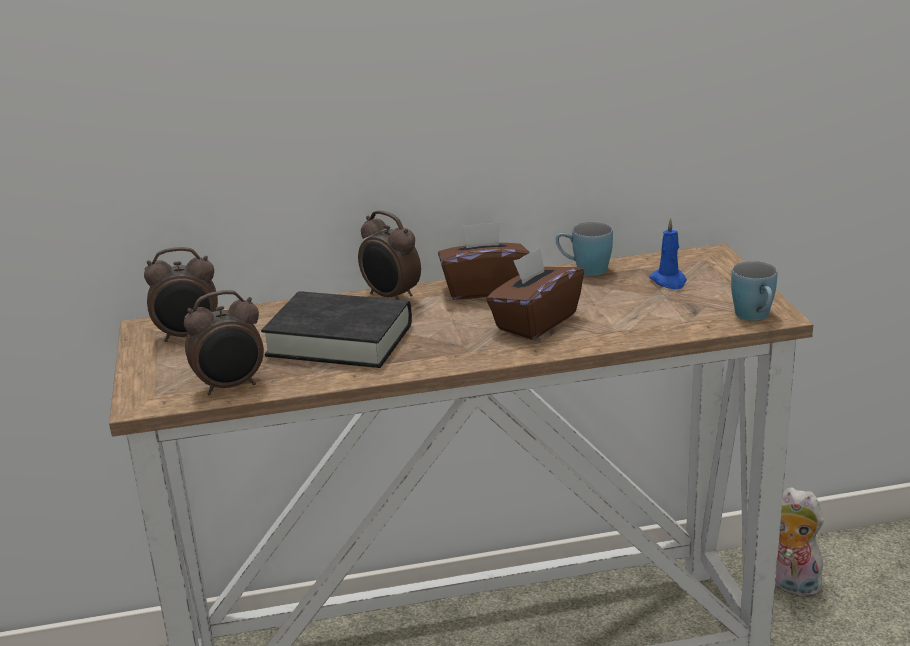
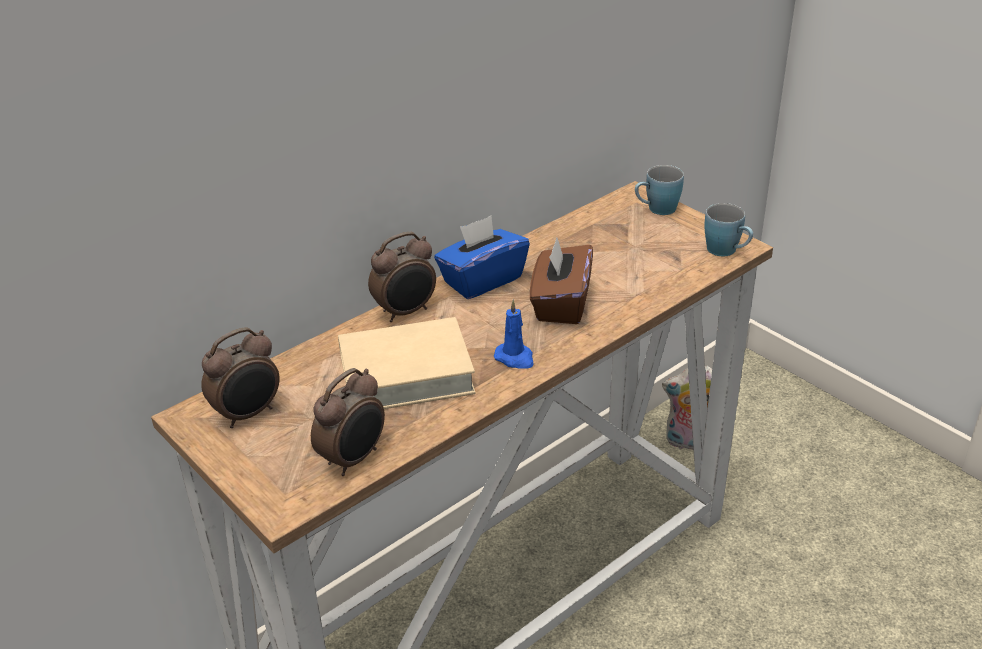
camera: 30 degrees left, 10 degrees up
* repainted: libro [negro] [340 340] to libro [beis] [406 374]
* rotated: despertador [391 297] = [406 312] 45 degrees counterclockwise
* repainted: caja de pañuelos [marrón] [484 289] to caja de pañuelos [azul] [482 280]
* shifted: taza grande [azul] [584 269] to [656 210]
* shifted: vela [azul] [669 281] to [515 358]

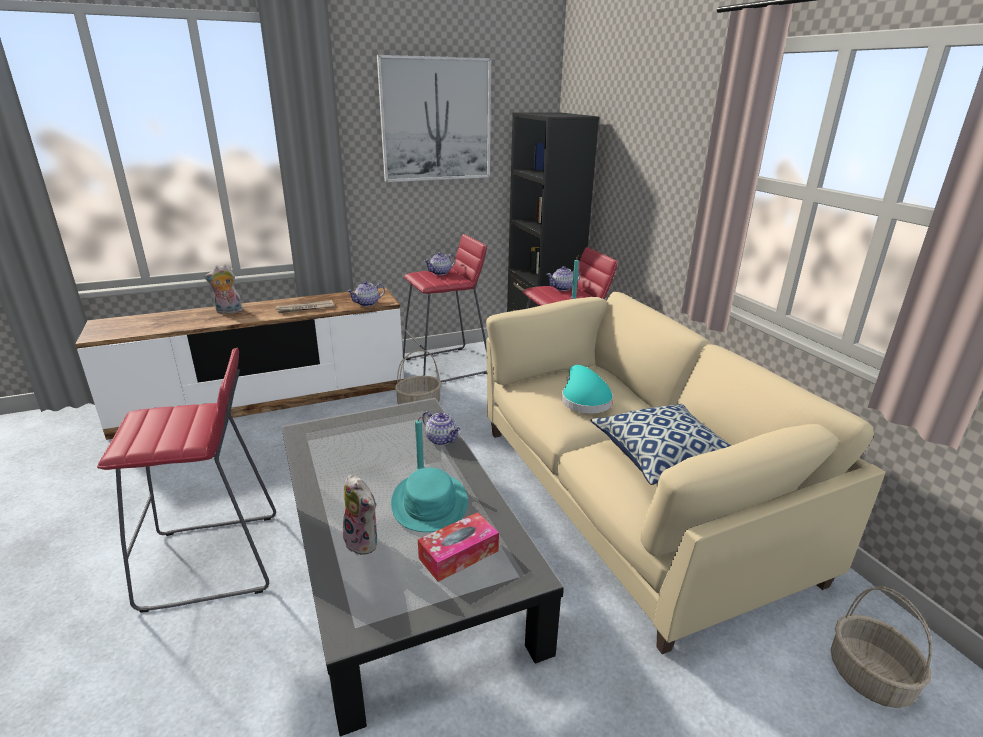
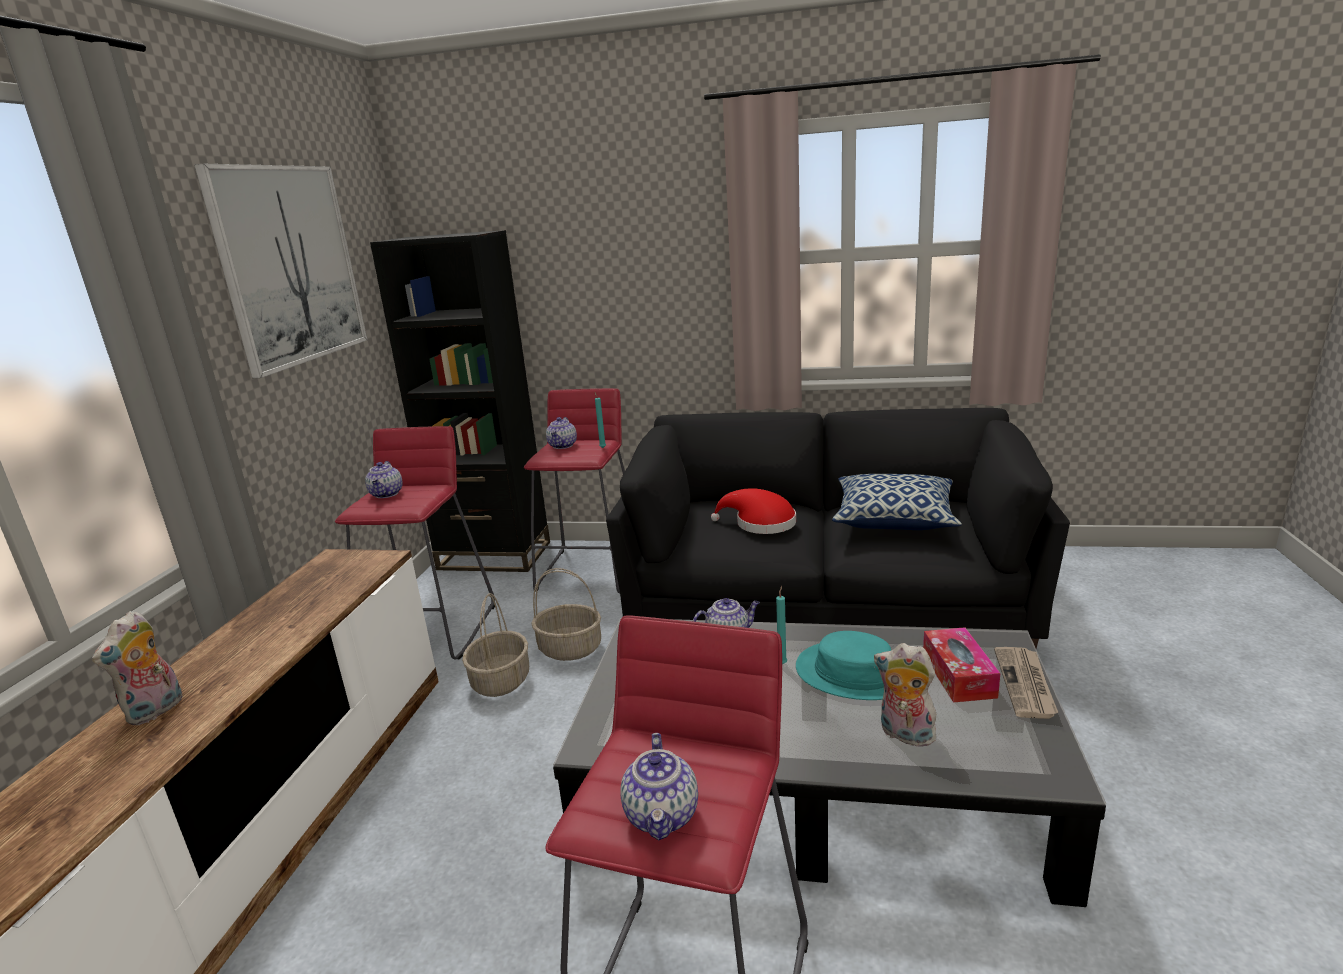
camera: 55 degrees left, 5 degrees down
* shifted: periódico [305 308] to [1026 684]
* rotated: peluche [364 542] = [904 735] 135 degrees counterclockwise
* shifted: tetera [367 304] to [662 816]
* repainted: sofá [beis] [630 498] to sofá [negro] [824 601]
* repainted: sombrero [turquesa] [584 400] to sombrero [rojo] [760 524]
* shifted: cesta [870 677] to [571 648]

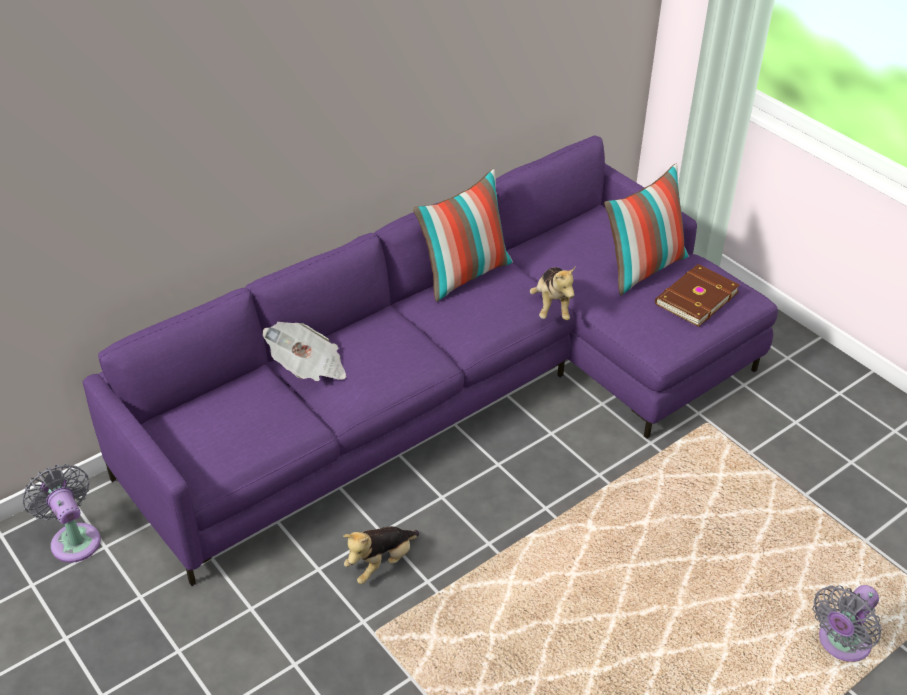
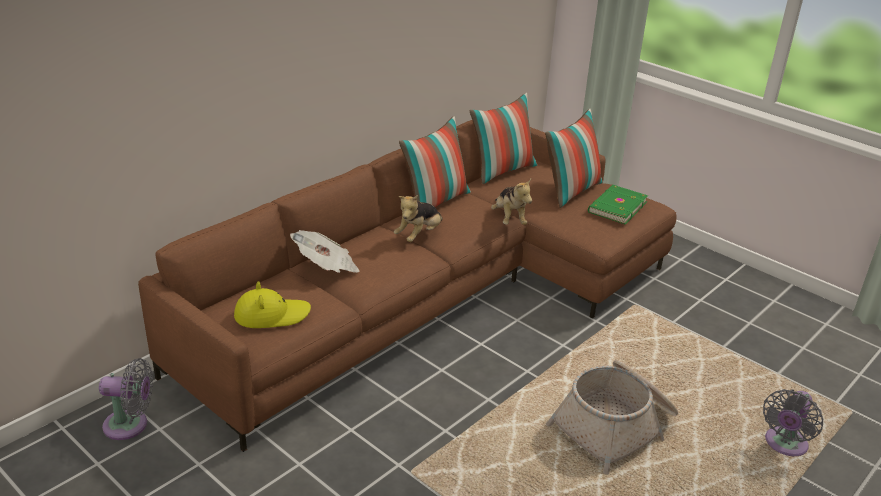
camera: 10 degrees left, 10 degrees down
* rotated: ventilador [gris] [74 539] = [130 425] 135 degrees clockwise
* repainted: sofá [morado] [459 390] to sofá [marrón] [436 296]
* shifted: peluche [381 563] to [419 235]
* repainted: libro [marrón] [695 297] to libro [verde] [616 207]
* new: sombrero [amarillo] [271 315]
* new: cojín [502 171]
* new: cesta [615 427]

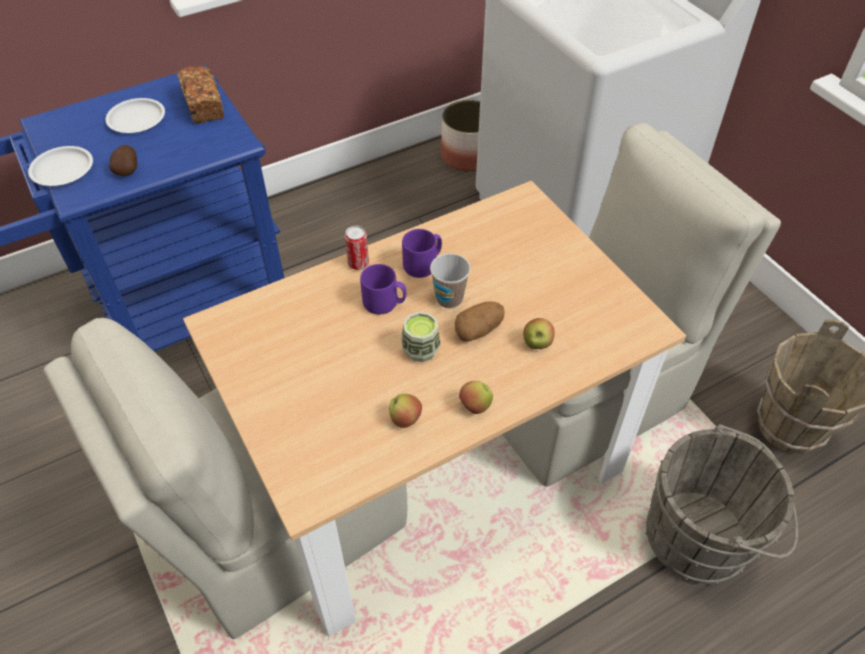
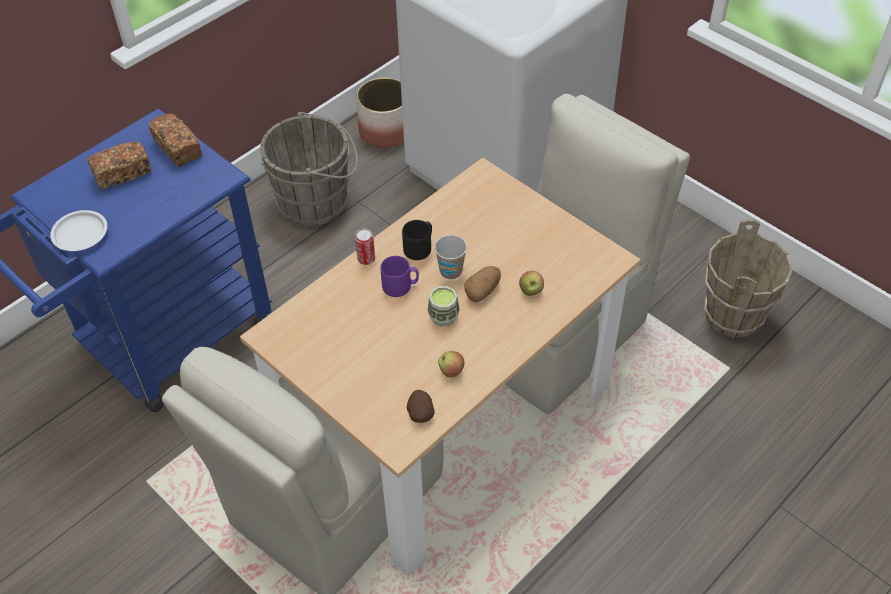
camera: 15 degrees left, 0 degrees up
* swapped: plato [blanco] [137 119] to pan [122 173]
* shifted: patata [128 170] to [420 412]
* repainted: taza grande [morado] [423 264] to taza grande [negro] [419 248]
* gone: manzana [475 406]
* shifted: cubo [gris] [703 537] to [317 200]

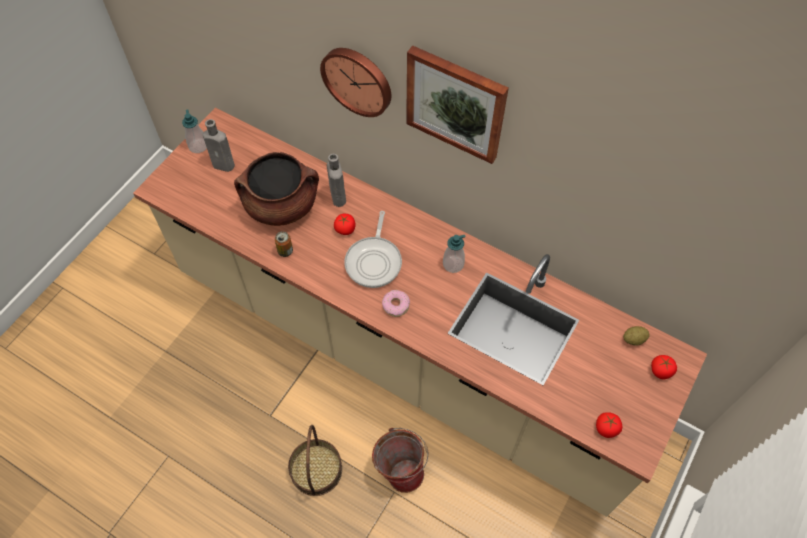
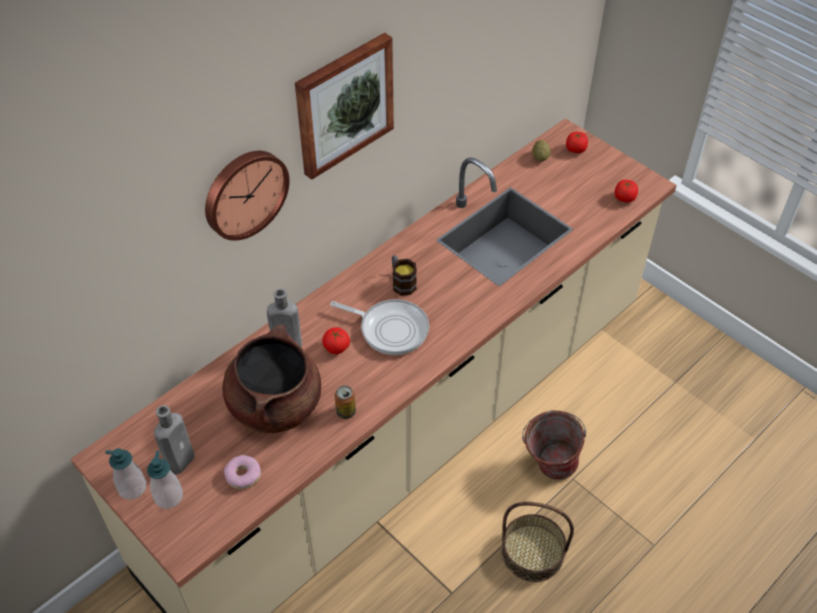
camera: 75 degrees left, 10 degrees down
* shifted: rosquilla [396 305] to [243 475]
* shifted: dispensador de jabón [453 264] to [169 497]
* new: taza grande [401 282]

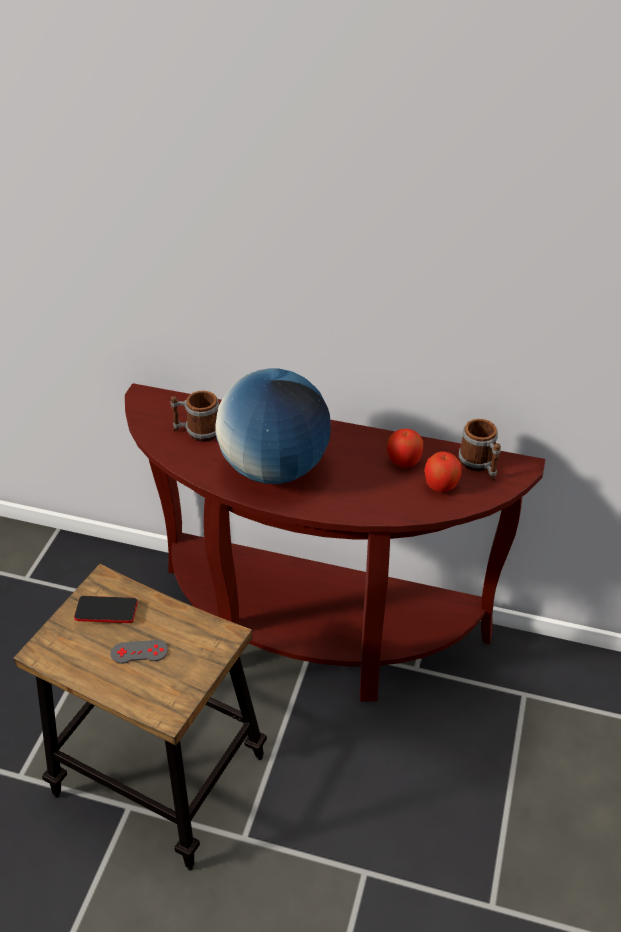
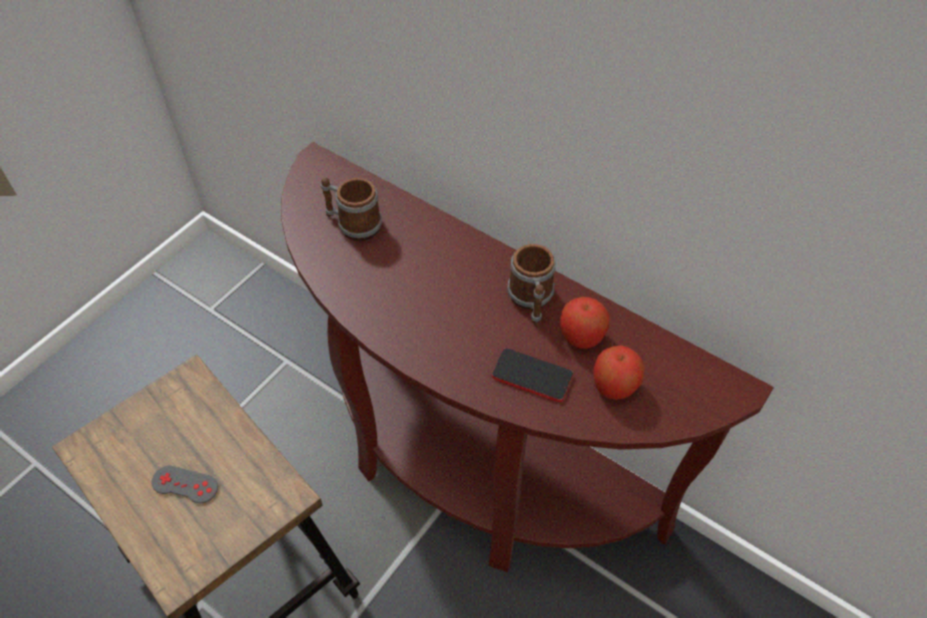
camera: 20 degrees right, 10 degrees up
* shifted: móvil [106 610] to [532 376]
* gone: globo terráqueo [274 468]
* shifted: taza grande [480 465] to [531 301]

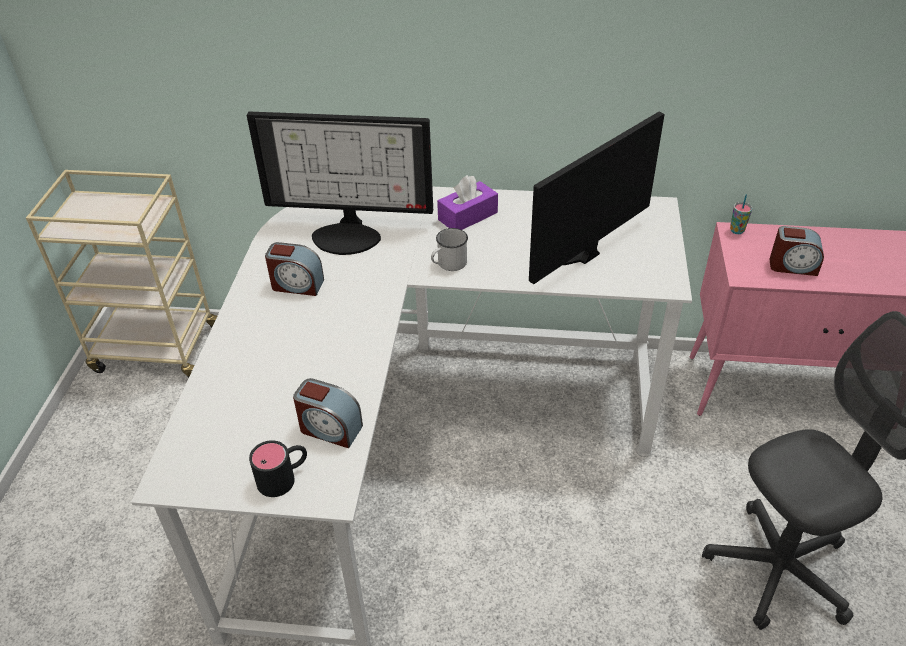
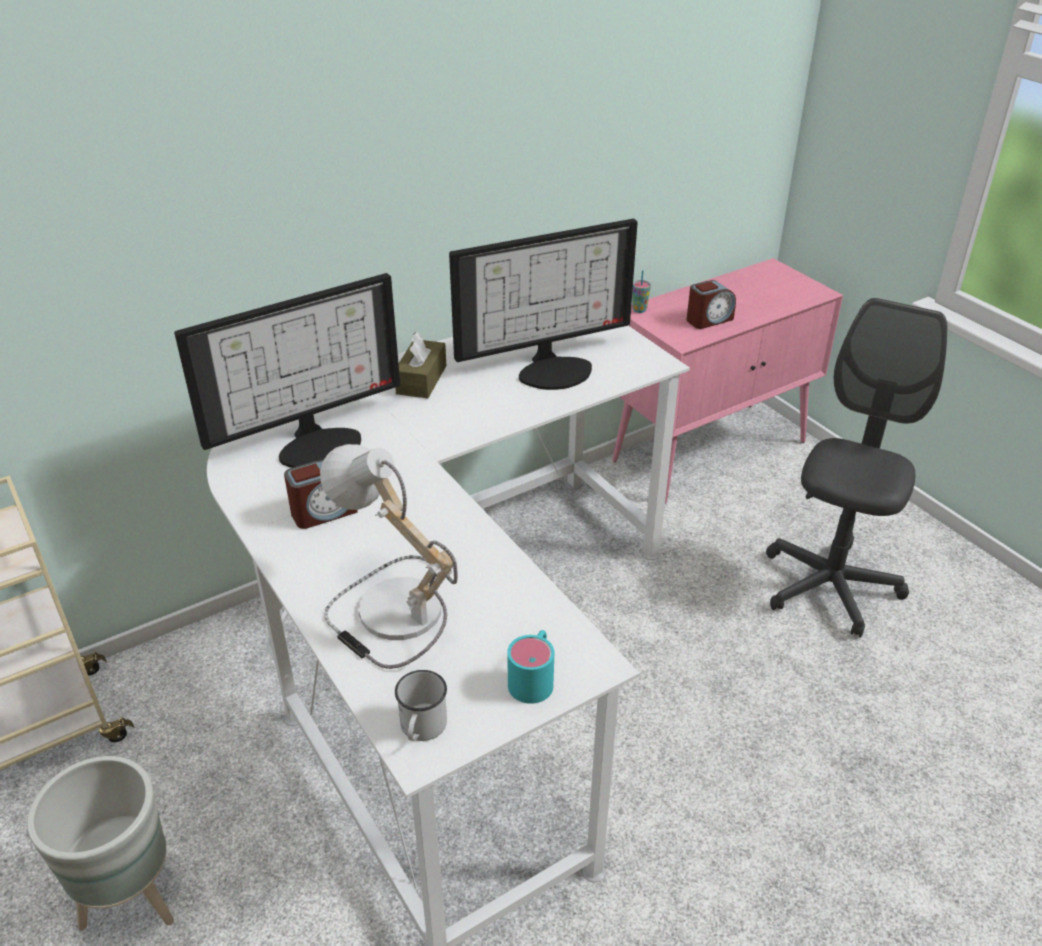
camera: 40 degrees left, 5 degrees down
* repainted: taza grande [negro] [284 477] to taza grande [turquesa] [534 677]
* gone: despertador [330 429]
* shifted: taza grande [blanco] [448 264] to [421 729]
* repainted: caja de pañuelos [morado] [468 216] to caja de pañuelos [marrón] [421 380]
* rotated: monitor [574 250] = [553 368] 120 degrees counterclockwise
* new: maceta [gris] [130 900]
* new: lámpara de mesa [390 611]

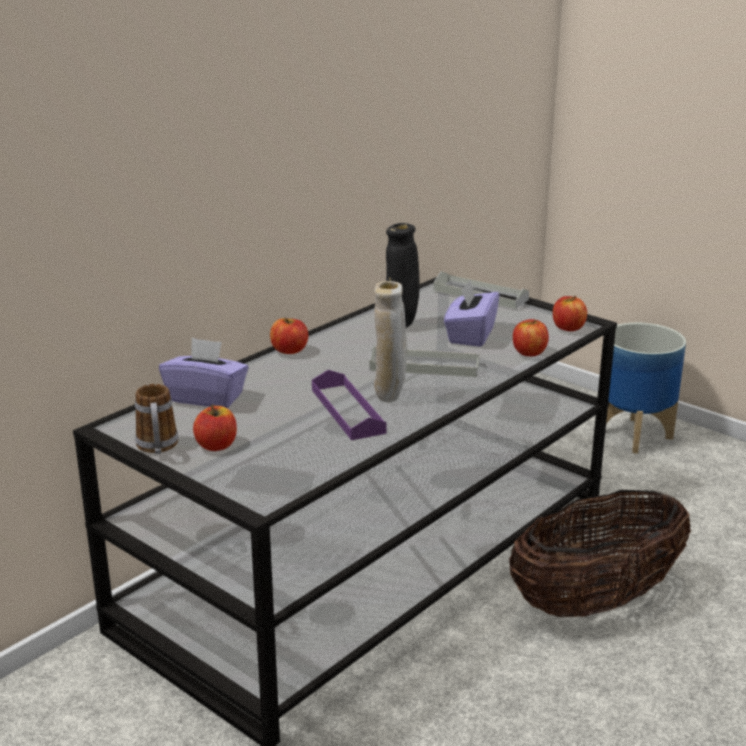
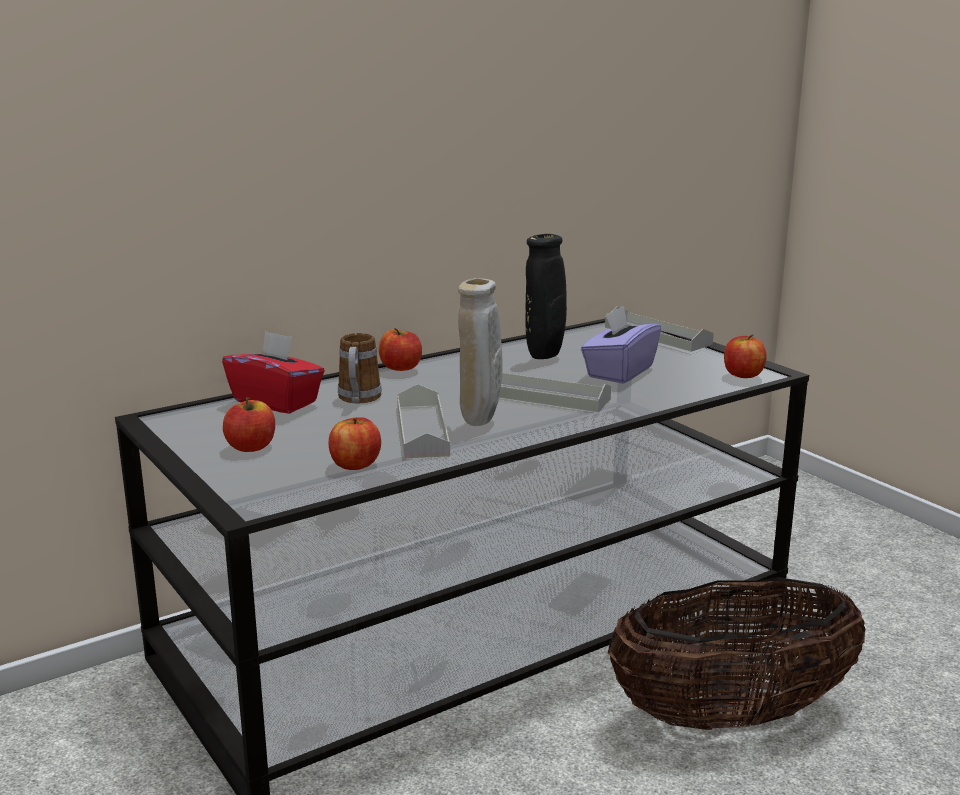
camera: 15 degrees right, 5 degrees down
* shifted: taza grande [157 448] to [358 400]
* repainted: caja de pañuelos [morado] [206 397] to caja de pañuelos [rojo] [276 402]
* repainted: bandeja [morado] [347 411] to bandeja [gris] [422 430]
* shifted: manzana [529 352] to [355 465]
* gone: maceta [634 434]

